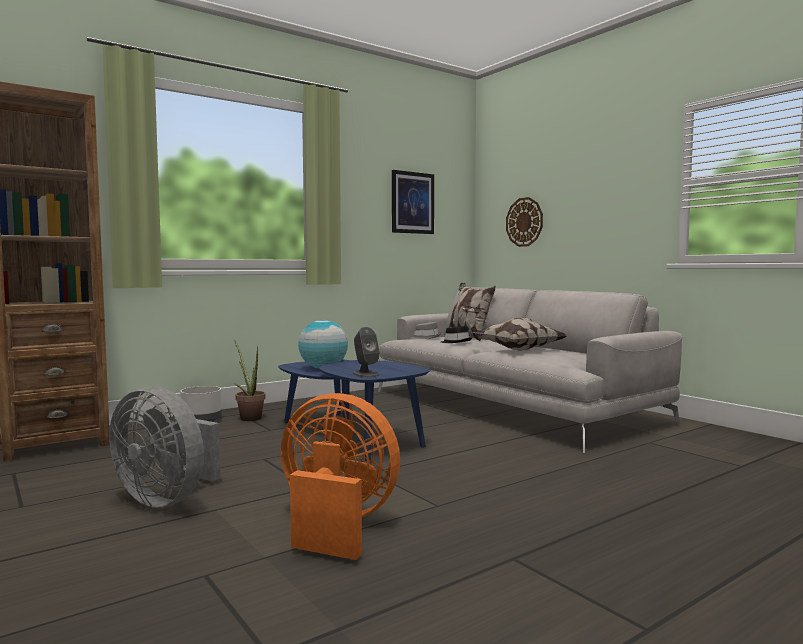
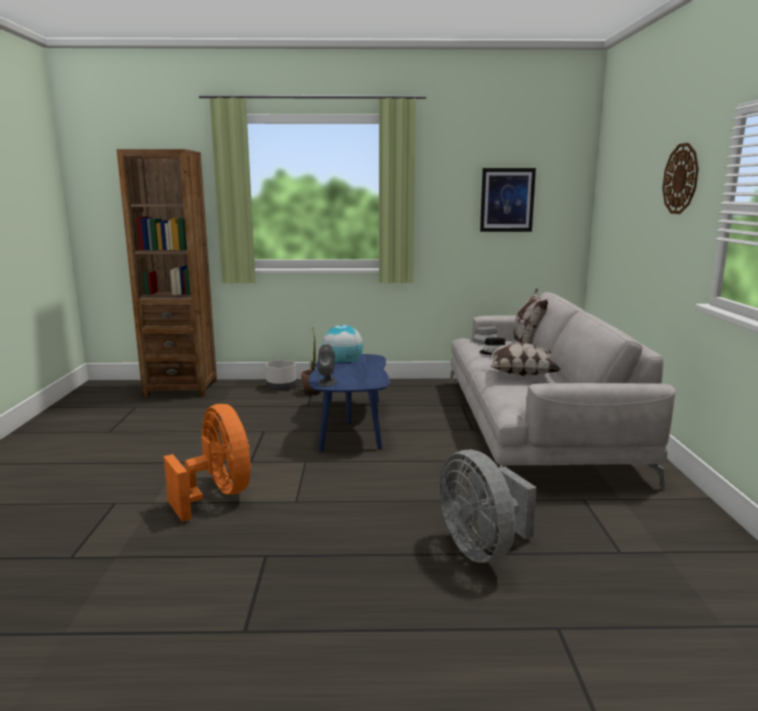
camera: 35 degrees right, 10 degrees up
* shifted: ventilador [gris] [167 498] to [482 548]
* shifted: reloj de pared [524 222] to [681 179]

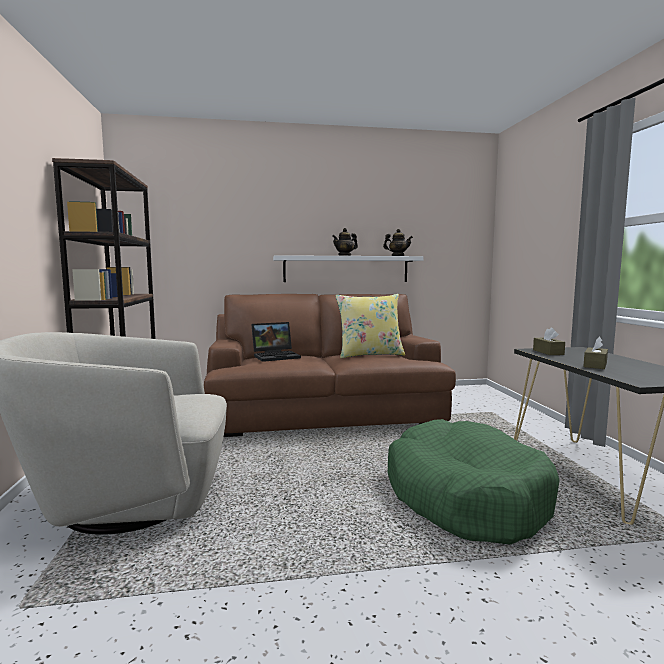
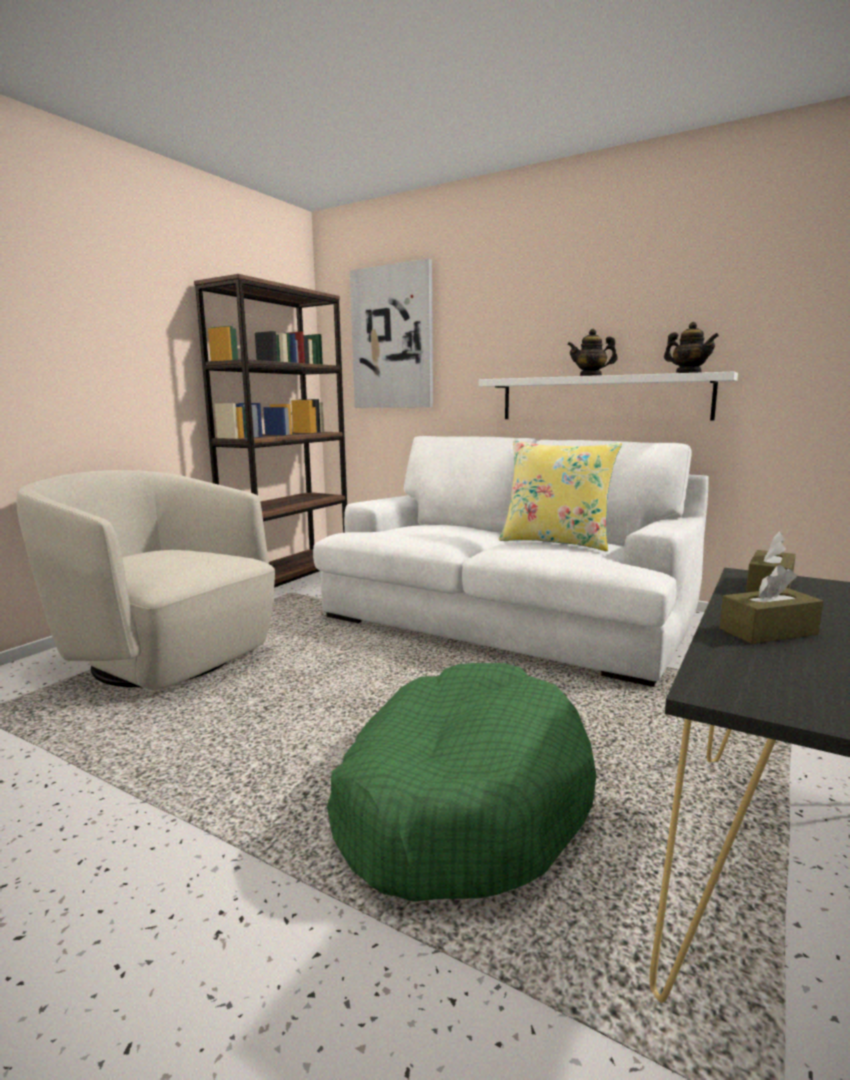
camera: 40 degrees right, 5 degrees up
* repainted: sofá [marrón] [324 410] to sofá [blanco] [508 616]
* gone: portátil [276 356]
* new: cuadro [392 338]

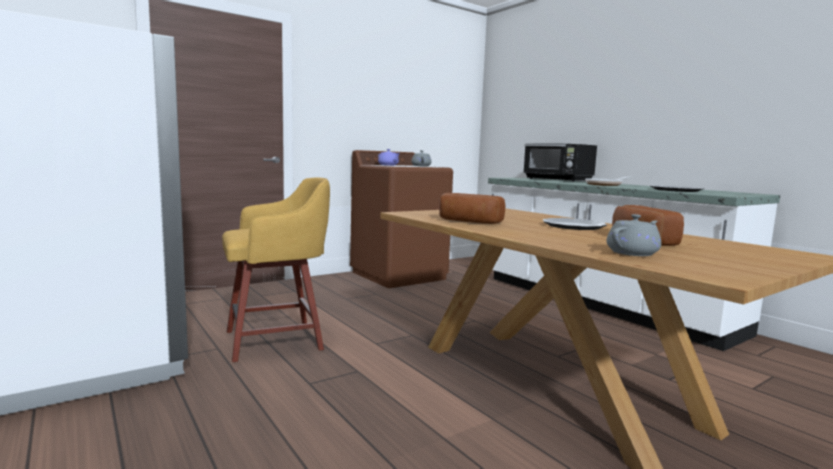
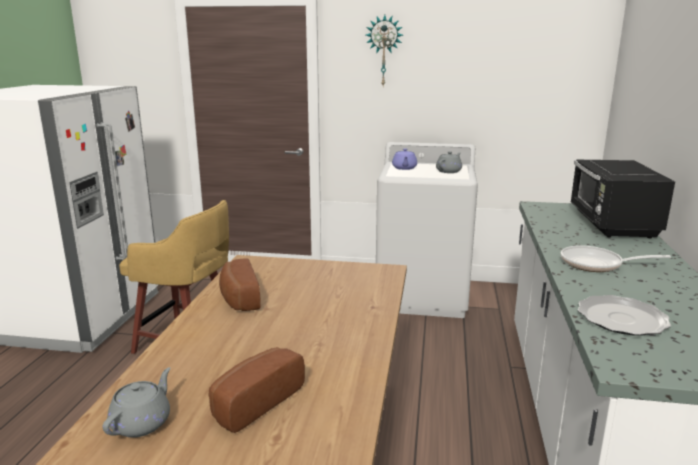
camera: 45 degrees right, 10 degrees up
* repainted: lavadora [marrón] [399 275] to lavadora [blanco] [423 296]
* gone: plato [573 226]
* rotated: tetera [gris] [633 253] = [142 423] 75 degrees counterclockwise
* new: reloj de pared [384 51]

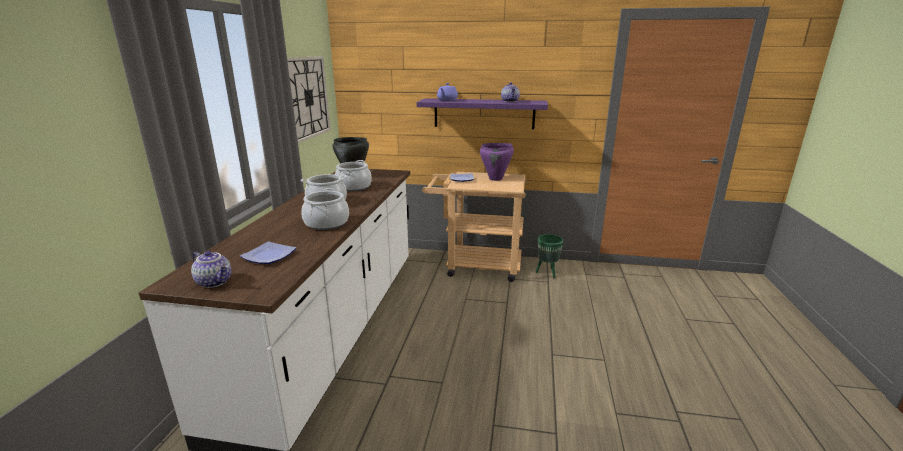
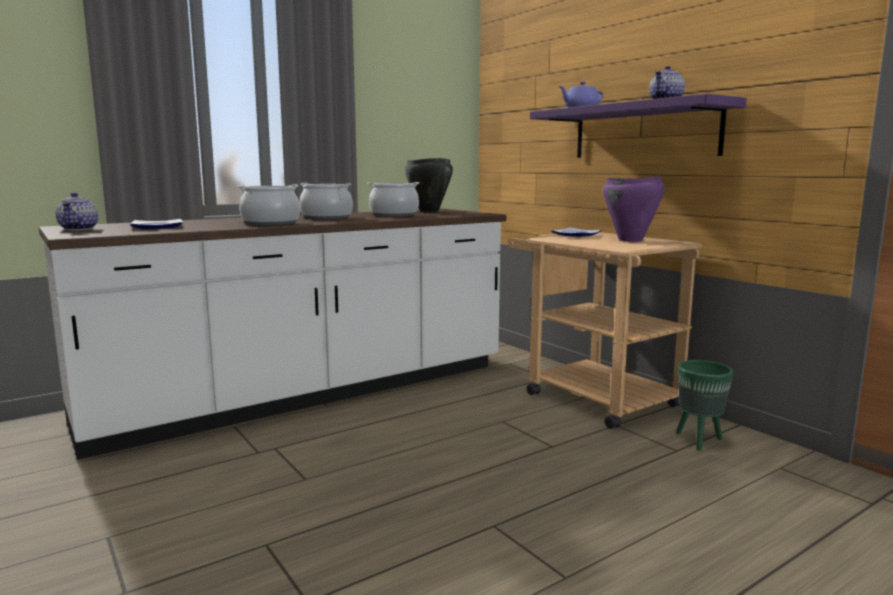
camera: 45 degrees right, 10 degrees down
* gone: reloj de pared [307 97]

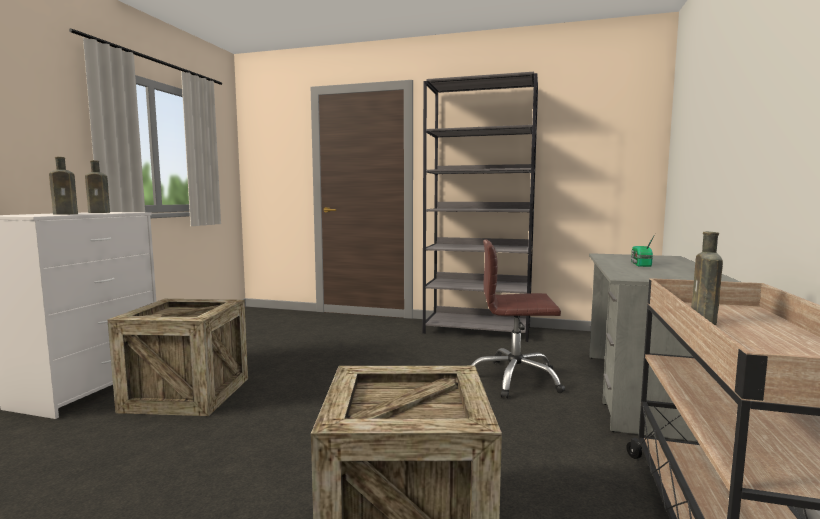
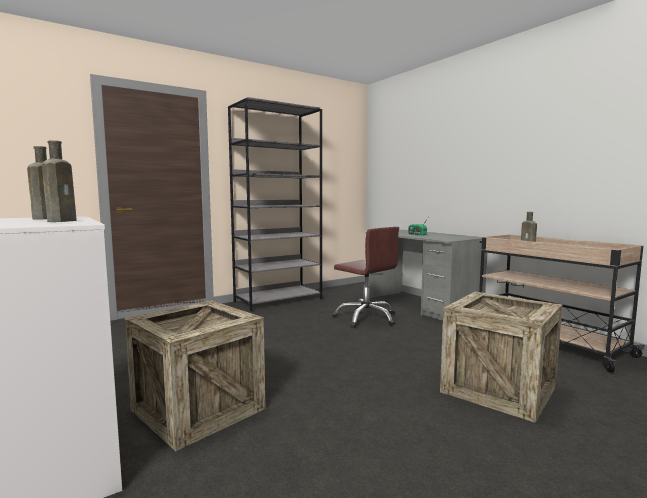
camera: 50 degrees left, 0 degrees up
* rotated: silla de oficina [marrón] [514 379] = [366 318] 90 degrees counterclockwise

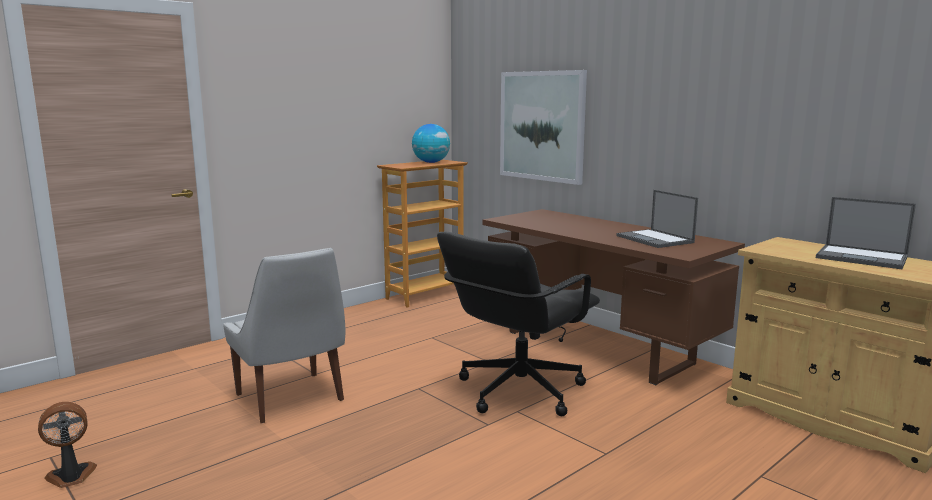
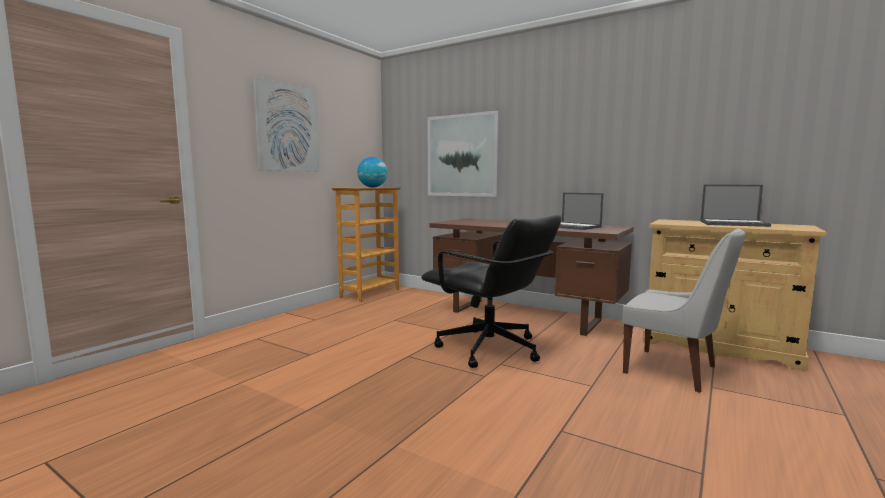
camera: 15 degrees left, 5 degrees down
* gone: ventilador [71 477]
* shifted: silla [blanco] [291 399] to [674 371]
* rotated: silla de oficina [negro] [518 390] = [490 349] 75 degrees counterclockwise
* new: cuadro [288 128]

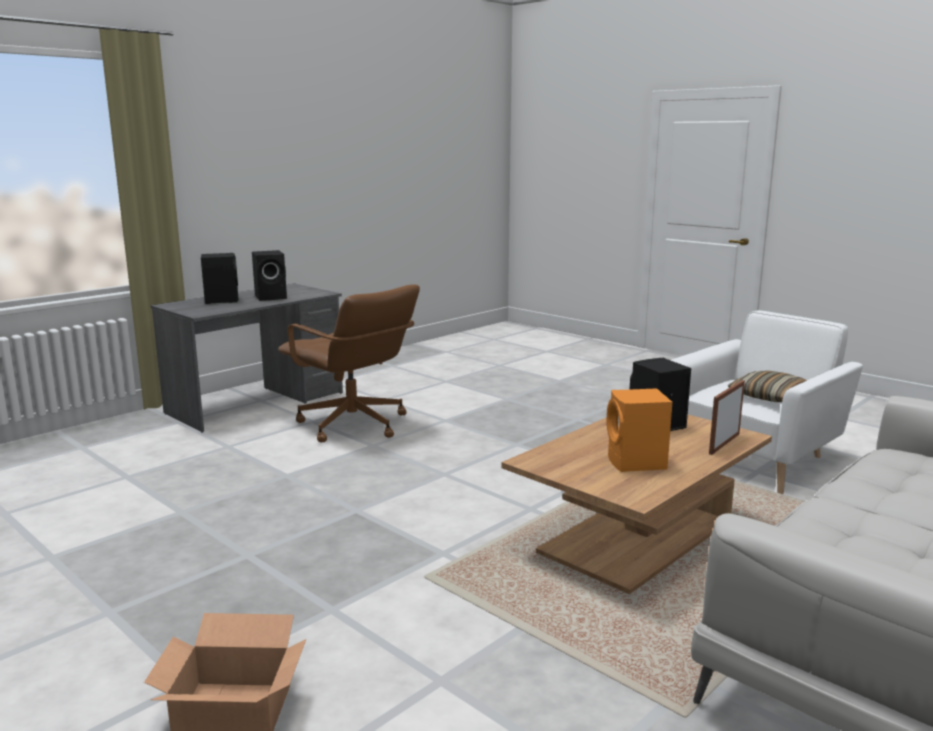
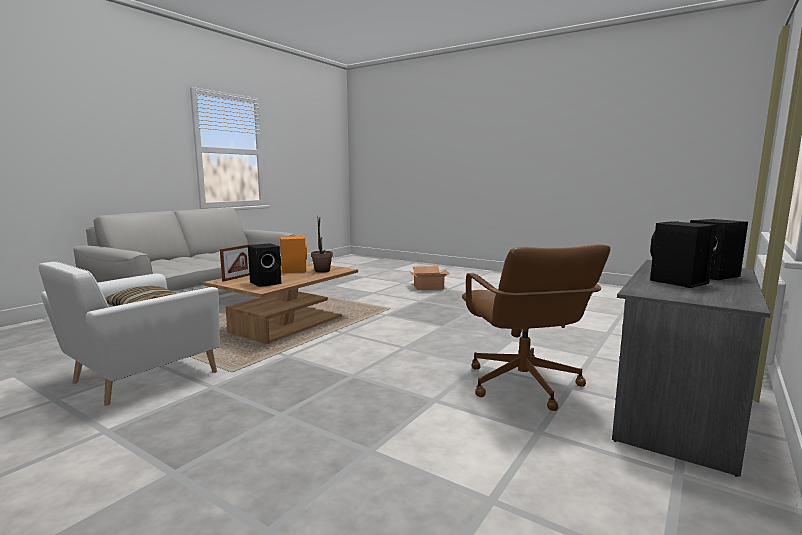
camera: 170 degrees right, 5 degrees down
* rotated: silla de oficina [marrón] [353 425] = [522 385] 135 degrees counterclockwise
* new: planta en maceta [322 271]

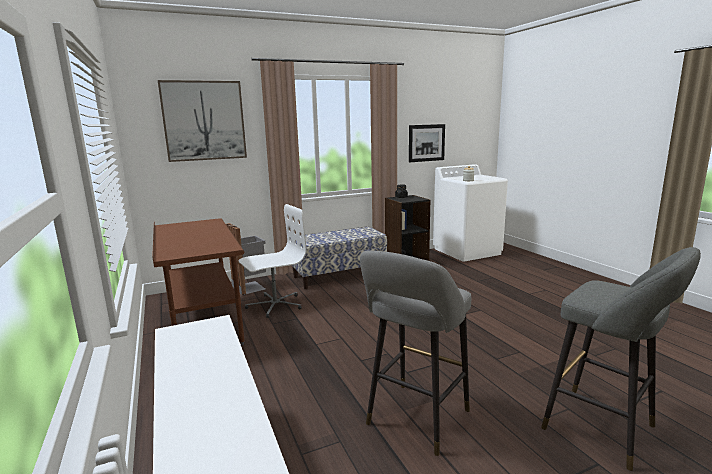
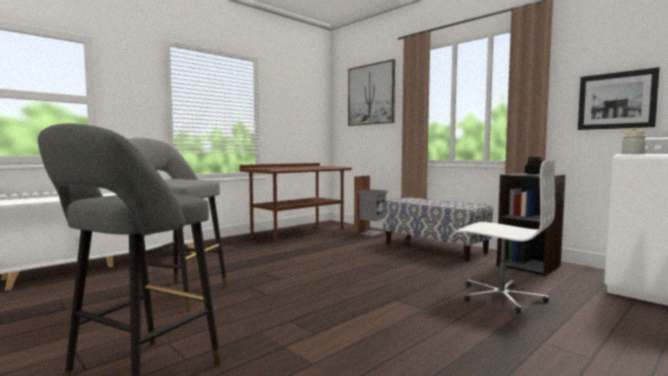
camera: 70 degrees right, 10 degrees down
* shifted: silla de oficina [blanco] [274 305] to [501 296]

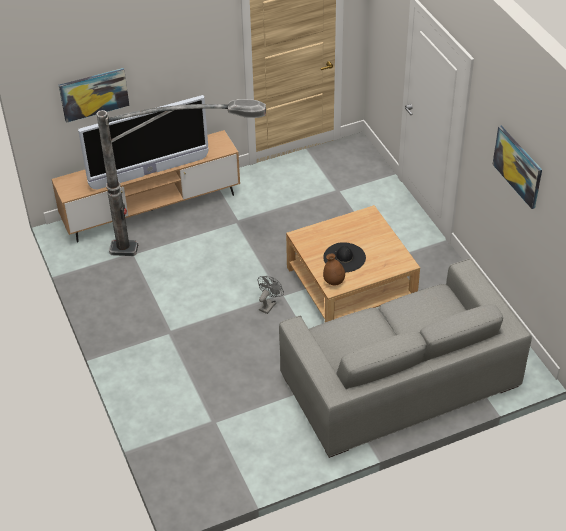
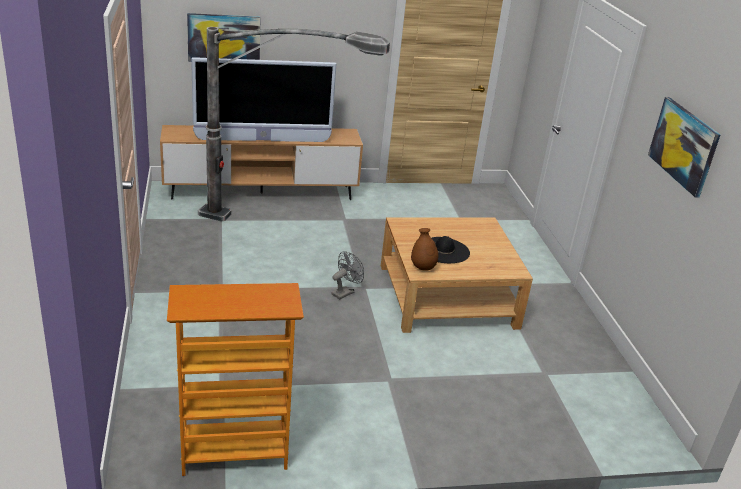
camera: 10 degrees right, 15 degrees down
* gone: sofá [gris] [399 381]
* new: estantería [234 454]

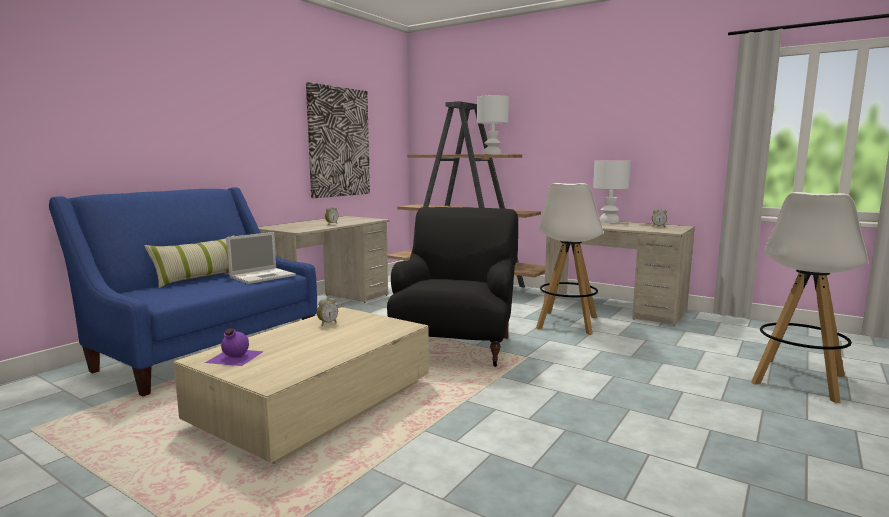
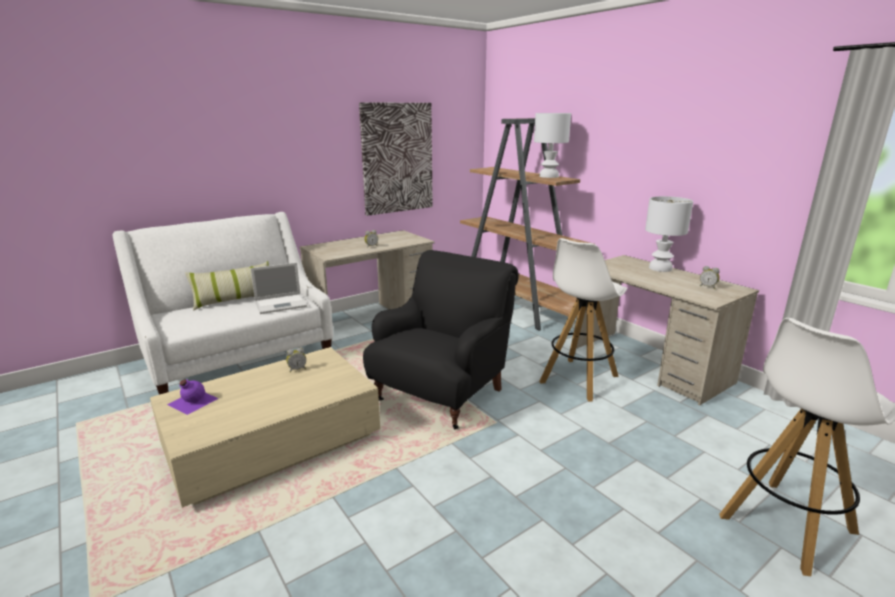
camera: 20 degrees right, 10 degrees up
* repainted: sofá [azul] [204 350] to sofá [blanco] [239 359]

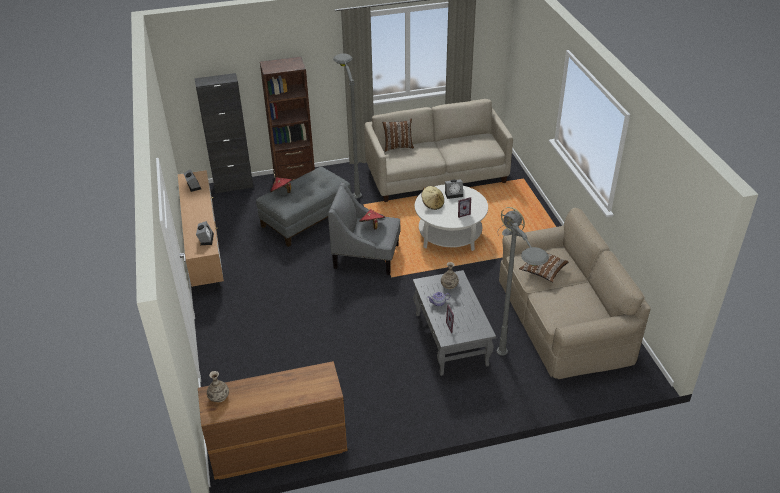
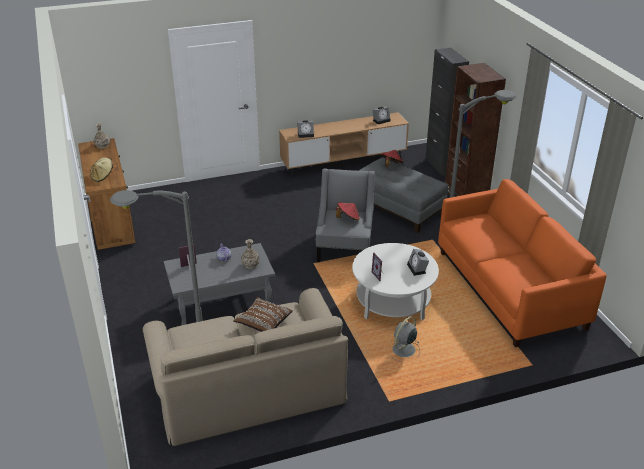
camera: 85 degrees right, 5 degrees down
* repainted: sofá [beis] [437 175] to sofá [naranja] [509 289]
* gone: cojín [marrón] [398 147]
* shifted: sombrero [beis] [432 204] to [102 176]

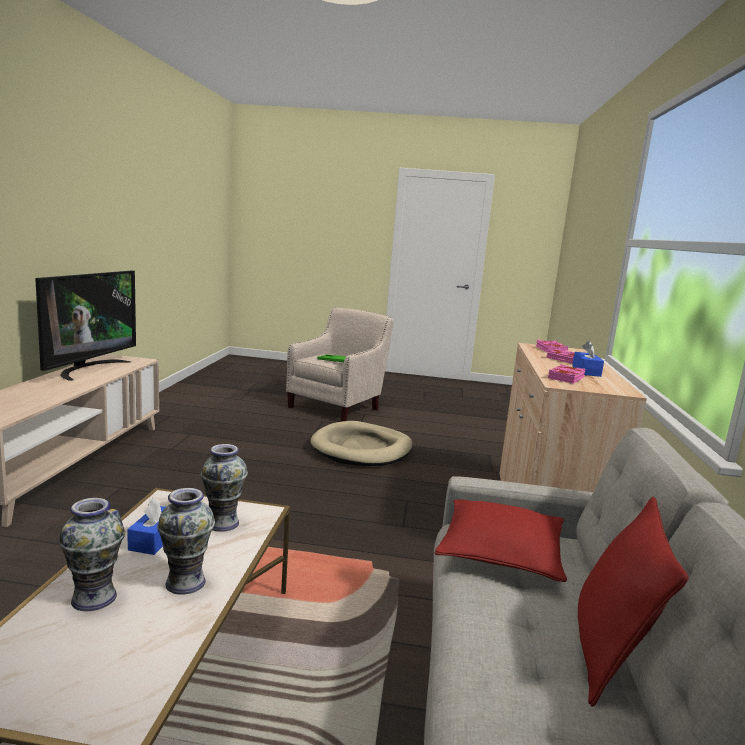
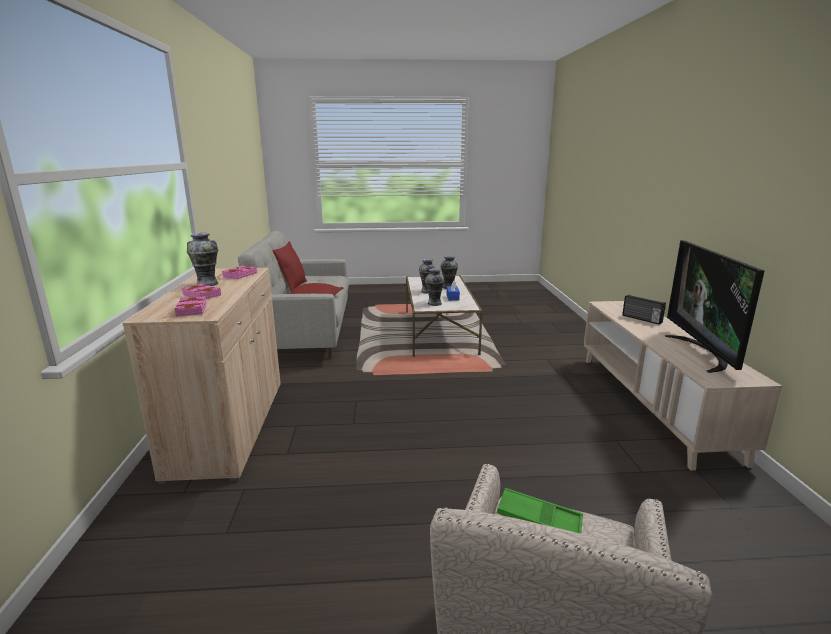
camera: 170 degrees right, 5 degrees up
* gone: cama para perro [beis] [362 449]
* swapped: caja de pañuelos [azul] [586 371] to florero [207 284]
* new: radio [641 319]

